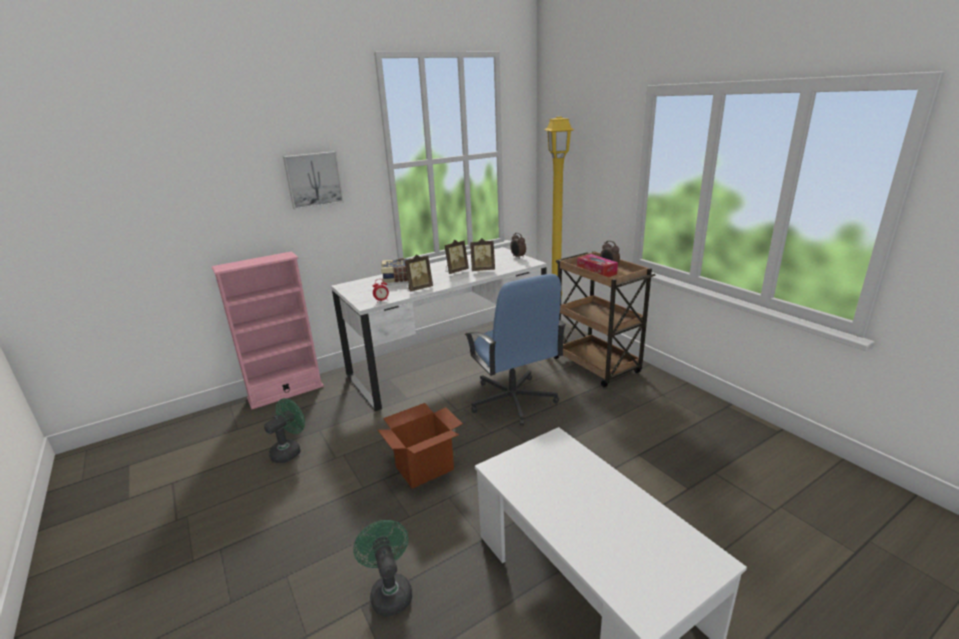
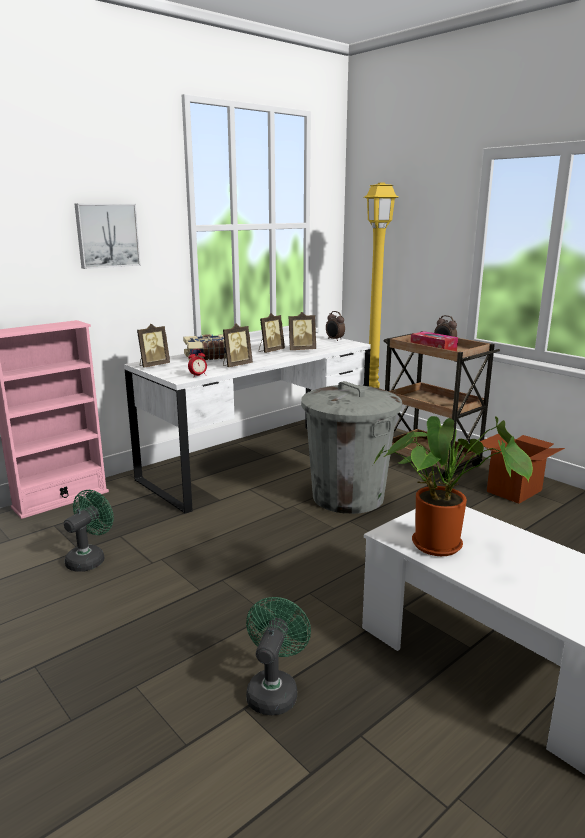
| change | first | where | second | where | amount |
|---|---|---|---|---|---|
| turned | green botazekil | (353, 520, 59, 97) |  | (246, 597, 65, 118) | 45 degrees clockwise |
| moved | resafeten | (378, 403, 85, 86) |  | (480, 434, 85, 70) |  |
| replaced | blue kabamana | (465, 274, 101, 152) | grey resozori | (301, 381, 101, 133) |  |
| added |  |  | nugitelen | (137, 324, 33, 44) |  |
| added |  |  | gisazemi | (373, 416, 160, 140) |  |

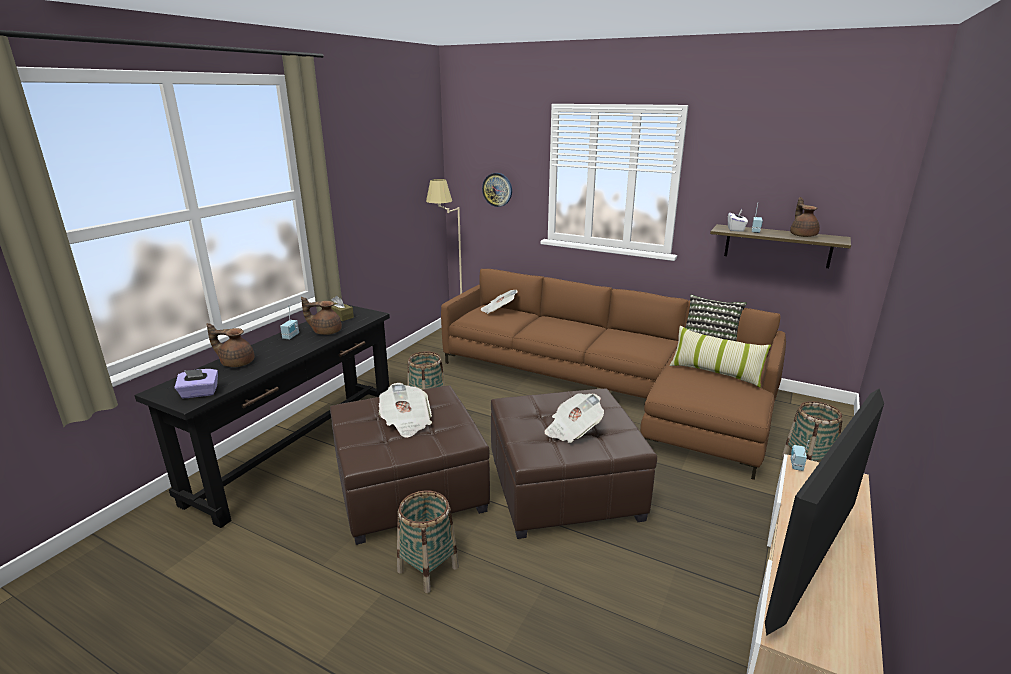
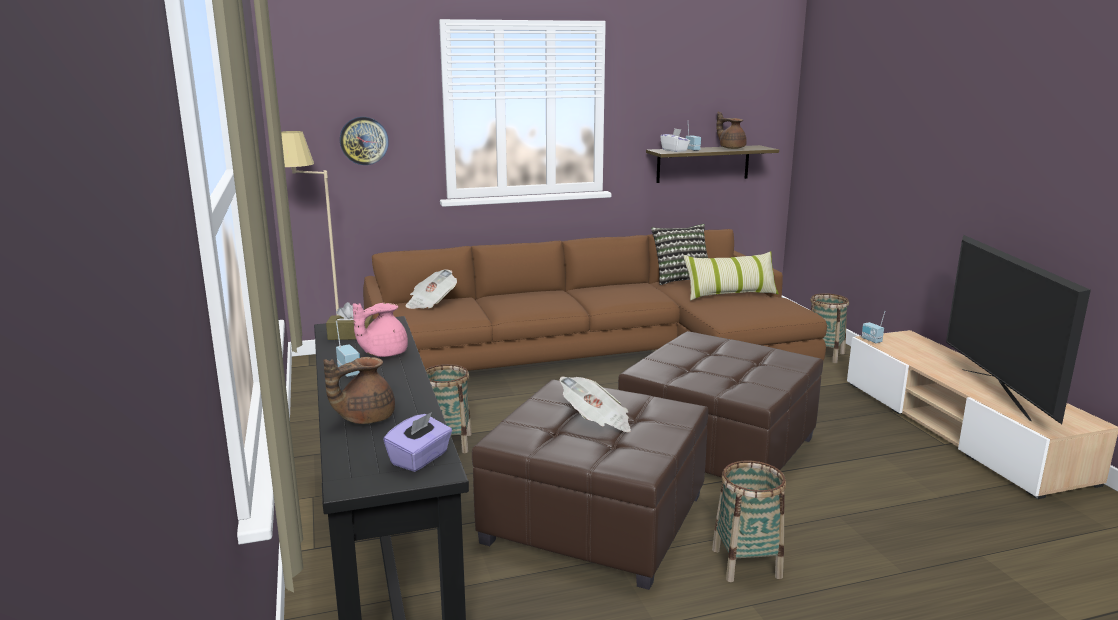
| change | first | where | second | where | amount |
|---|---|---|---|---|---|
| recoloured | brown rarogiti | (301, 297, 41, 38) | pink rarogiti | (353, 303, 55, 54) |  |
| removed | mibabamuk | (544, 393, 60, 50) |  |  |  |

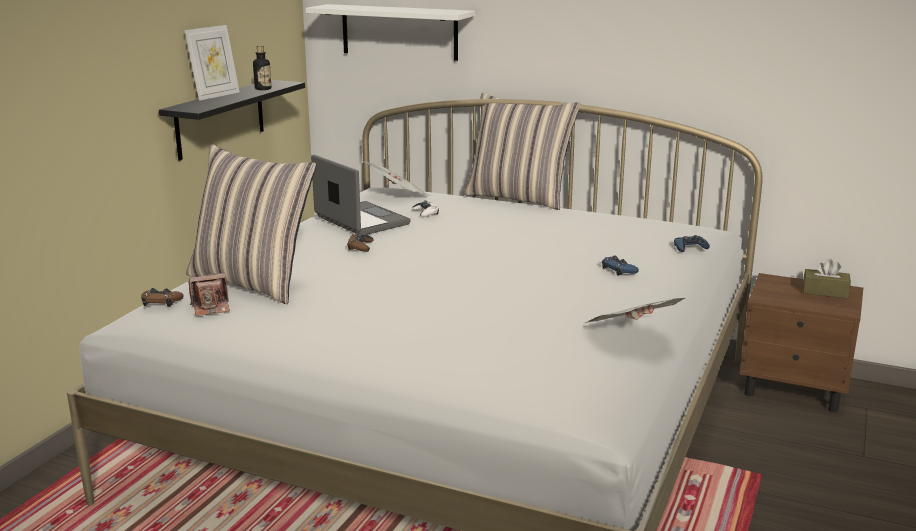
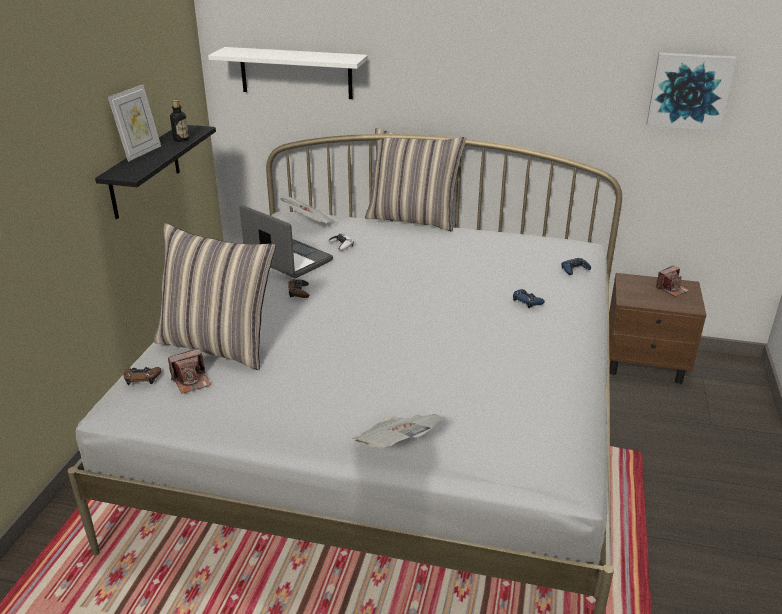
| change | first | where | second | where | amount |
|---|---|---|---|---|---|
| moved | mibabamuk | (585, 298, 101, 25) |  | (352, 414, 92, 33) |  |
| replaced | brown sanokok | (803, 259, 48, 40) | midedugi | (656, 266, 34, 31) |  |
| added |  |  | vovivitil | (647, 53, 90, 78) |  |

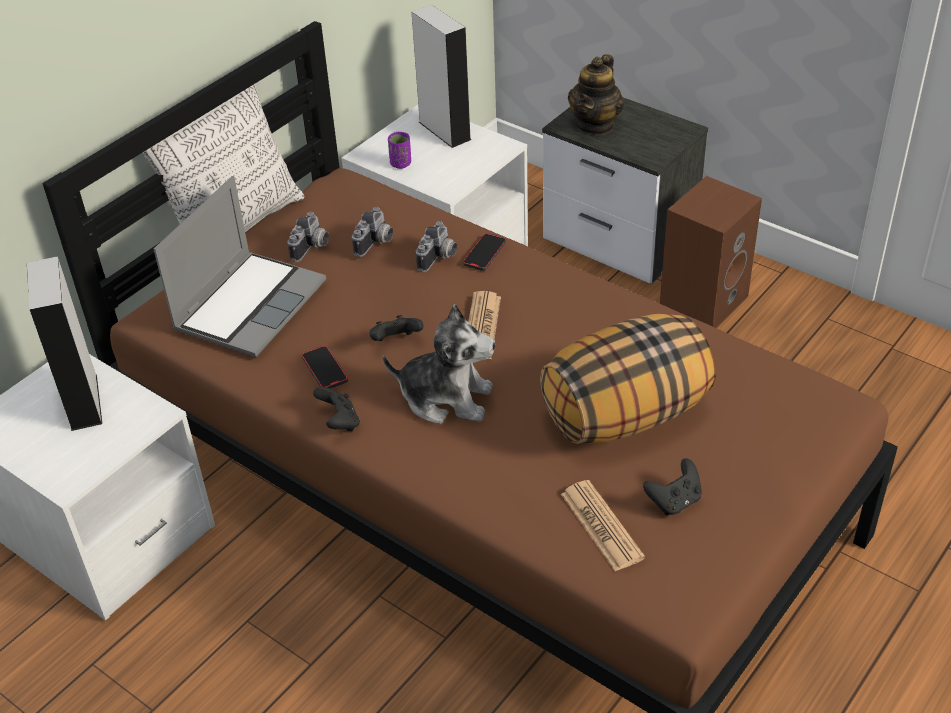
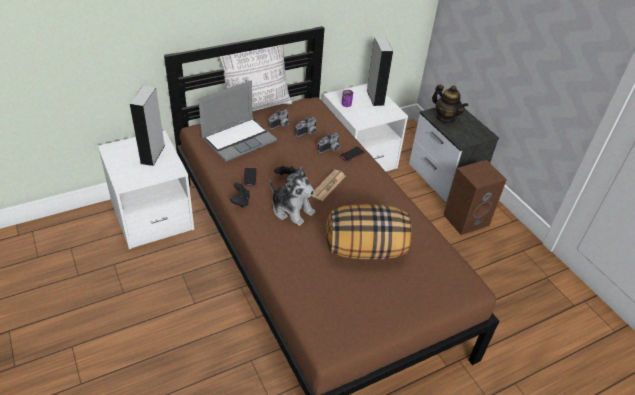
| change | first | where | second | where | amount |
|---|---|---|---|---|---|
| removed | mibabamuk | (561, 480, 84, 92) |  |  |  |
| turned | rarogiti | (568, 54, 56, 81) |  | (432, 85, 36, 38) | 90 degrees counterclockwise |
| removed | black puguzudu | (643, 459, 59, 56) |  |  |  |

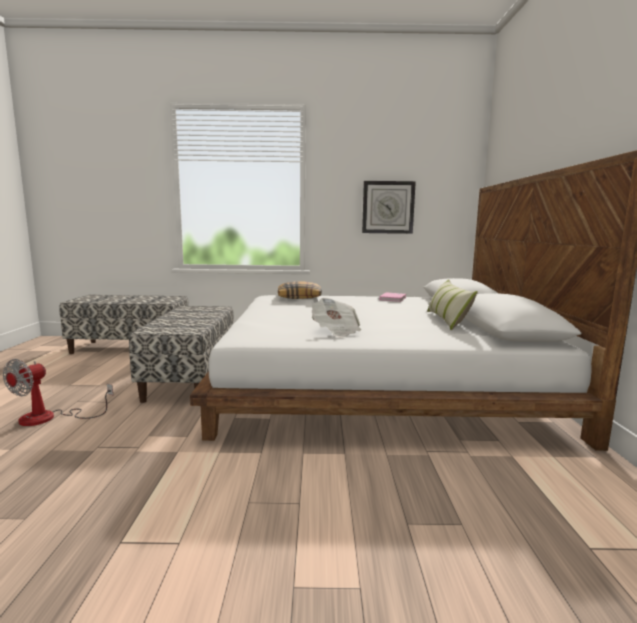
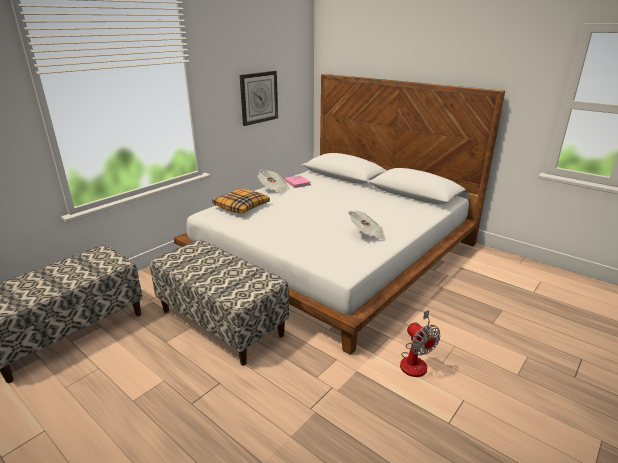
| change | first | where | second | where | amount |
|---|---|---|---|---|---|
| moved | botazekil | (3, 359, 110, 67) |  | (400, 310, 40, 67) |  |
| removed | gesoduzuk | (427, 279, 51, 51) |  |  |  |
| added |  |  | mibabamuk | (258, 170, 31, 24) |  |

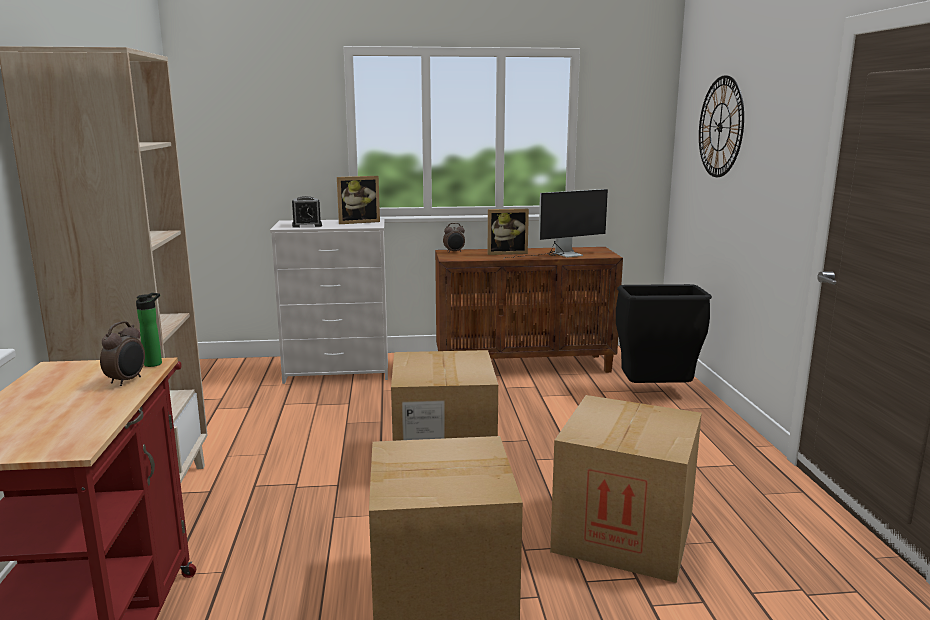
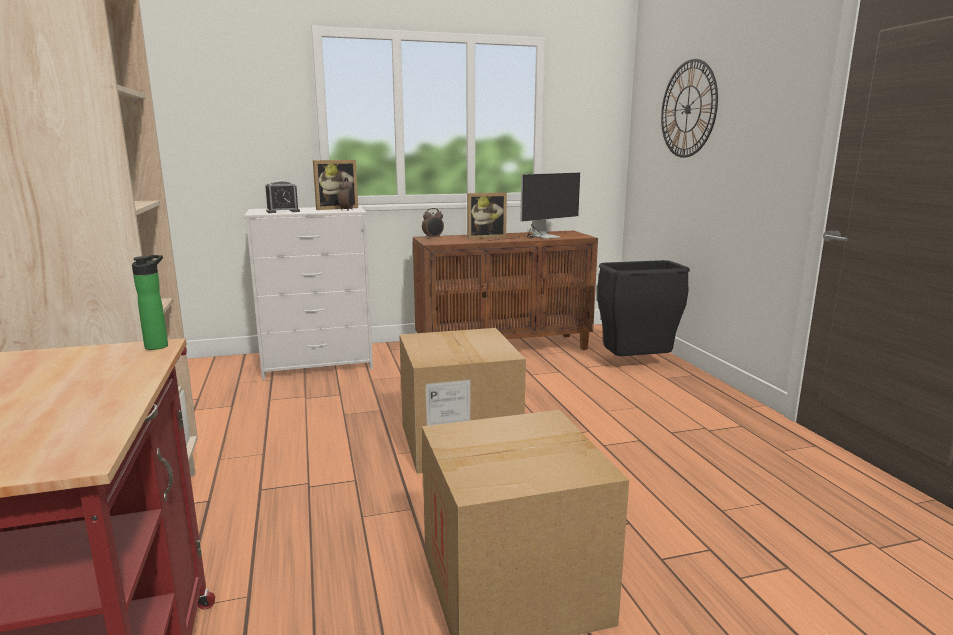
| change | first | where | second | where | amount |
|---|---|---|---|---|---|
| moved | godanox | (100, 321, 45, 65) |  | (338, 177, 16, 34) |  |
| removed | resafeten | (550, 395, 152, 188) |  |  |  |

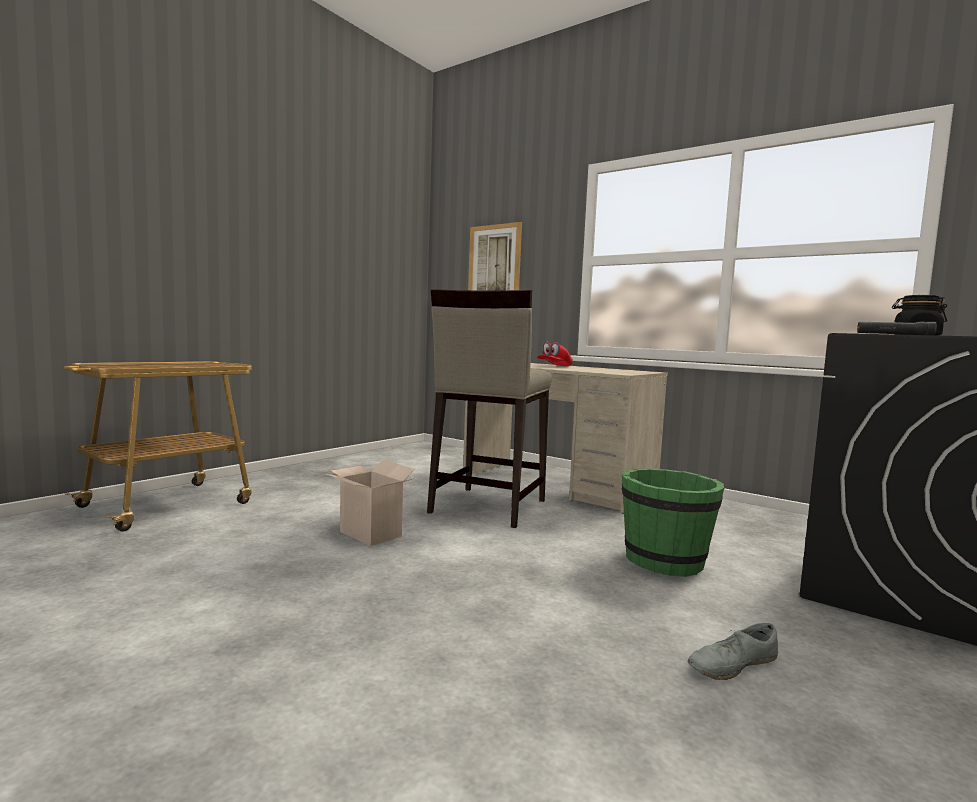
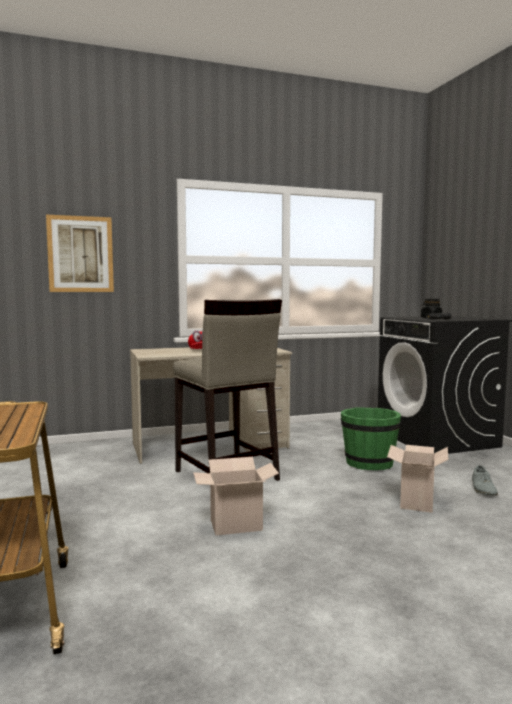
| change | first | where | second | where | amount |
|---|---|---|---|---|---|
| added |  |  | resafeten | (387, 445, 62, 68) |  |

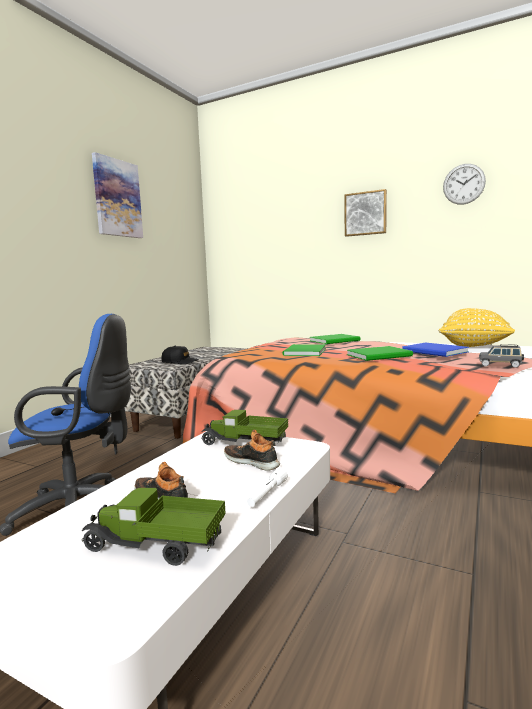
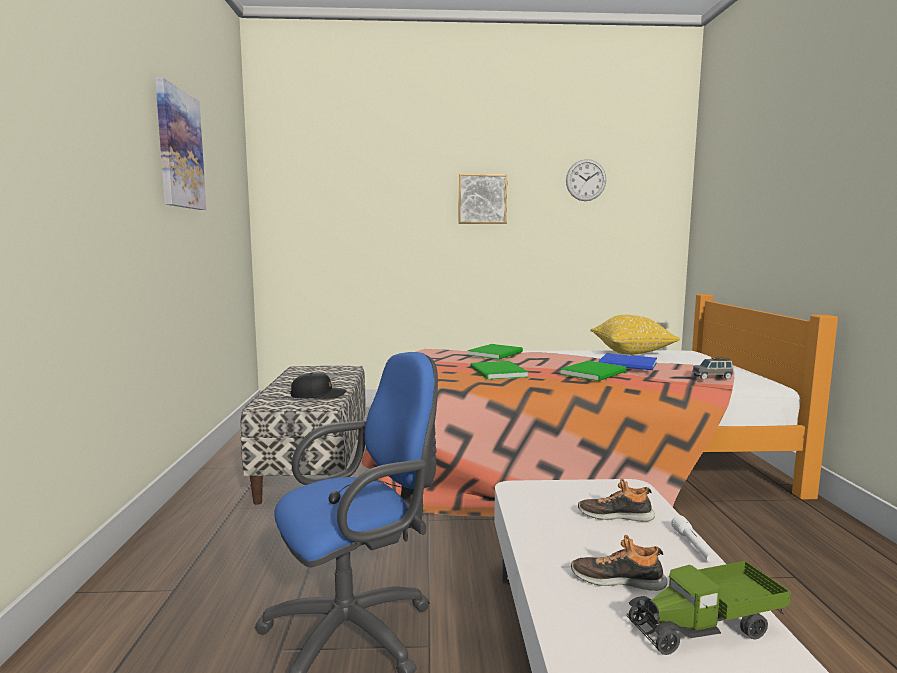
| change | first | where | second | where | amount |
|---|---|---|---|---|---|
| removed | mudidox | (201, 410, 87, 35) |  |  |  |

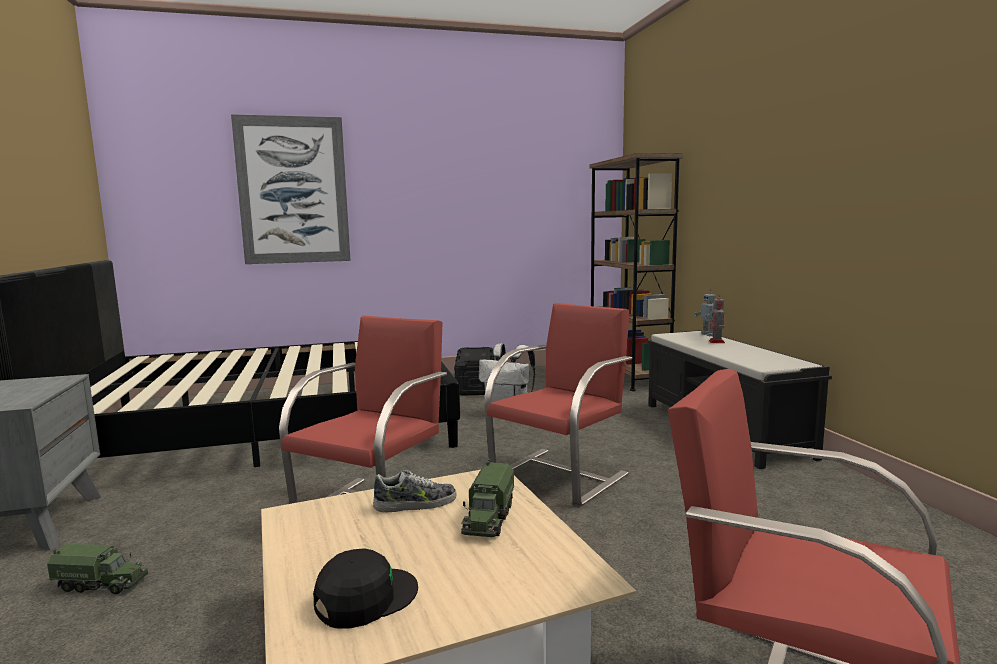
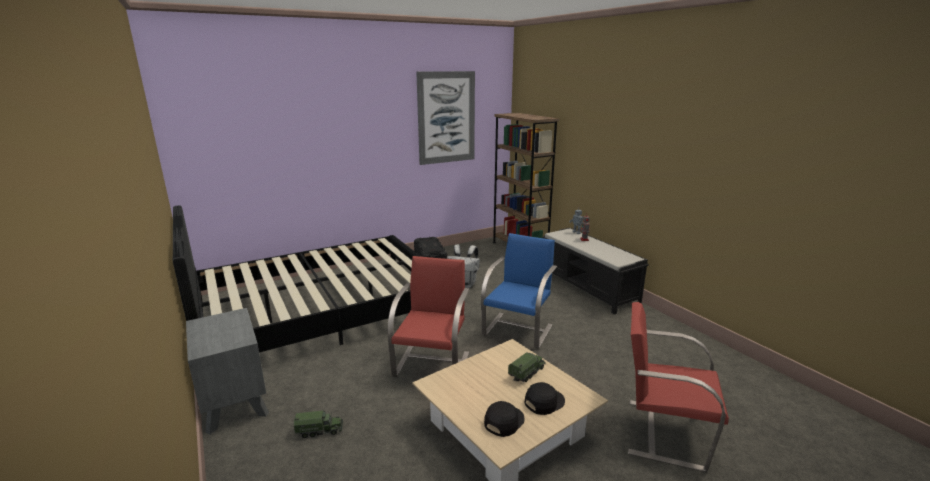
| change | first | where | second | where | amount |
|---|---|---|---|---|---|
| moved | vovivitil | (231, 114, 120, 150) |  | (416, 71, 59, 94) |  |
| removed | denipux | (373, 470, 84, 43) |  |  |  |
| turned | mudidox | (461, 458, 54, 79) |  | (508, 352, 38, 30) | 135 degrees counterclockwise |
| recoloured | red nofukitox | (485, 303, 147, 203) | blue nofukitox | (481, 233, 76, 116) |  |
| added |  |  | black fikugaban | (524, 382, 41, 33) |  |

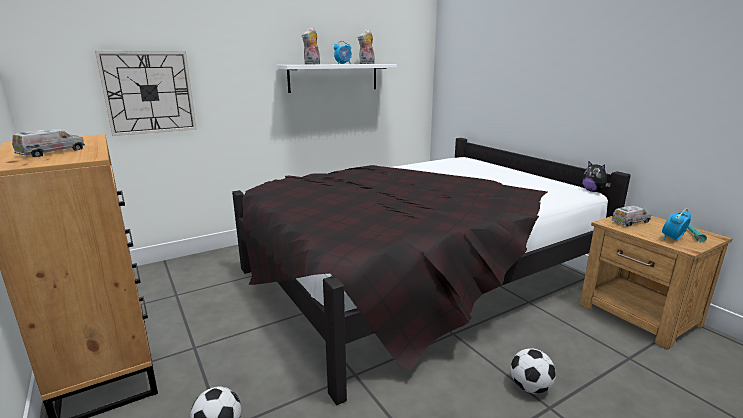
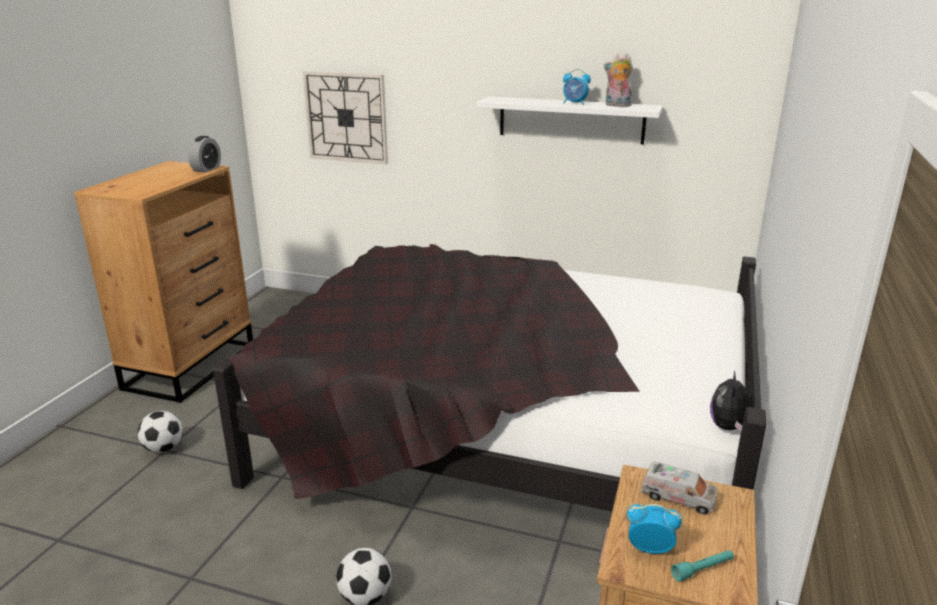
| change | first | where | second | where | amount |
|---|---|---|---|---|---|
| removed | mudidox | (12, 129, 73, 28) |  |  |  |
| removed | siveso | (302, 27, 18, 38) |  |  |  |
| added |  |  | godanox | (188, 136, 33, 36) |  |

